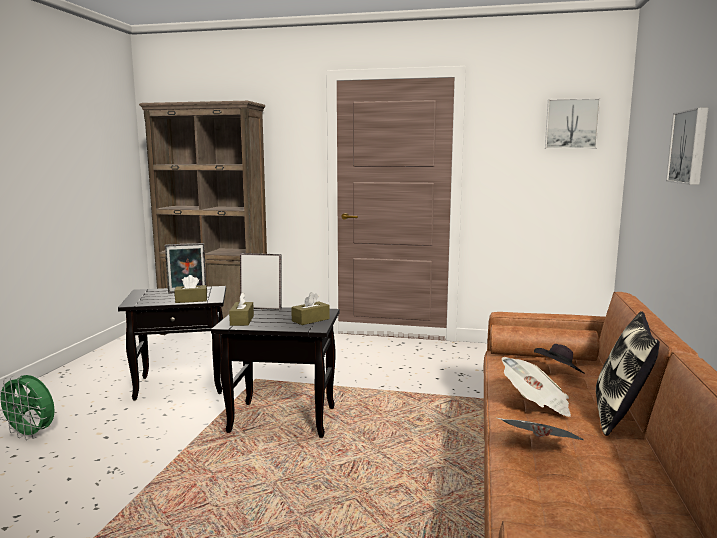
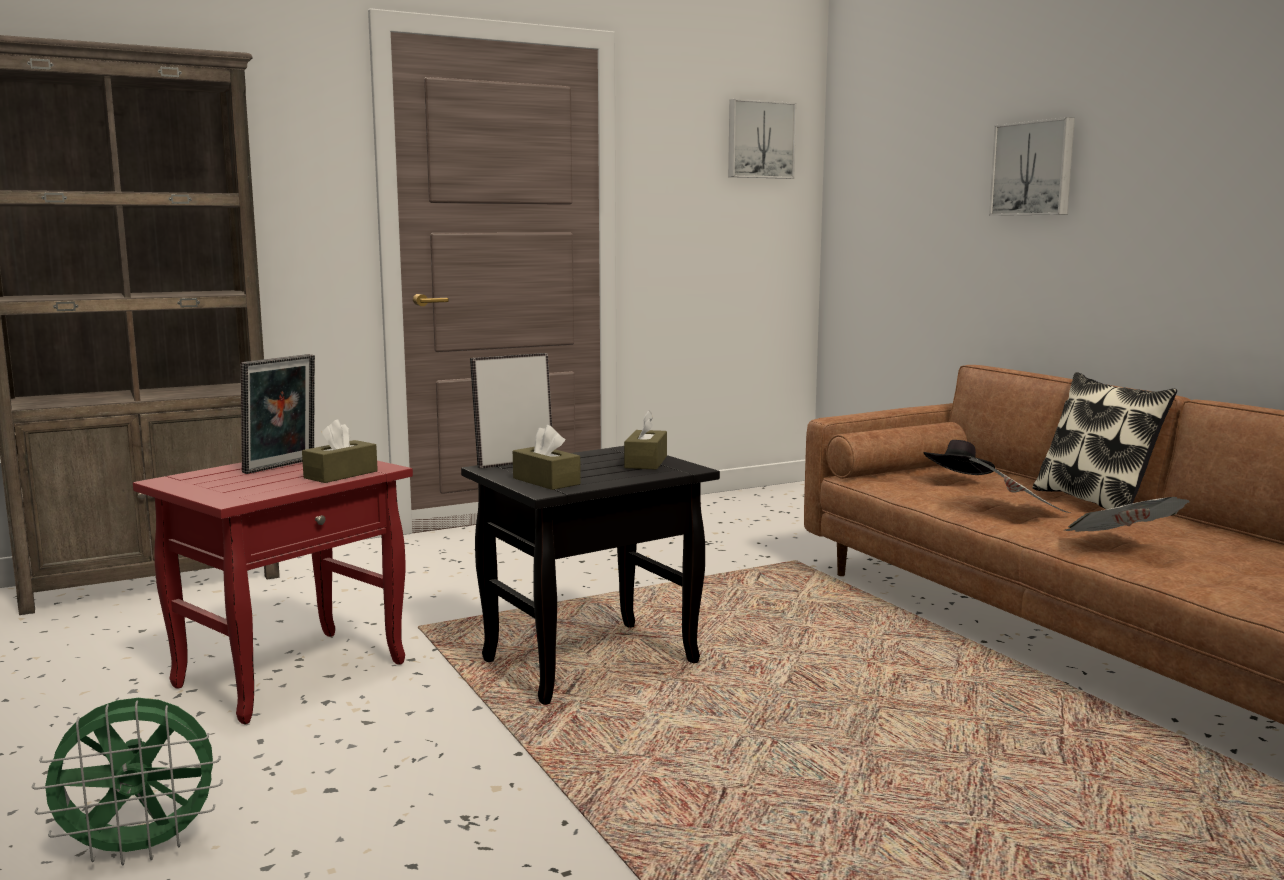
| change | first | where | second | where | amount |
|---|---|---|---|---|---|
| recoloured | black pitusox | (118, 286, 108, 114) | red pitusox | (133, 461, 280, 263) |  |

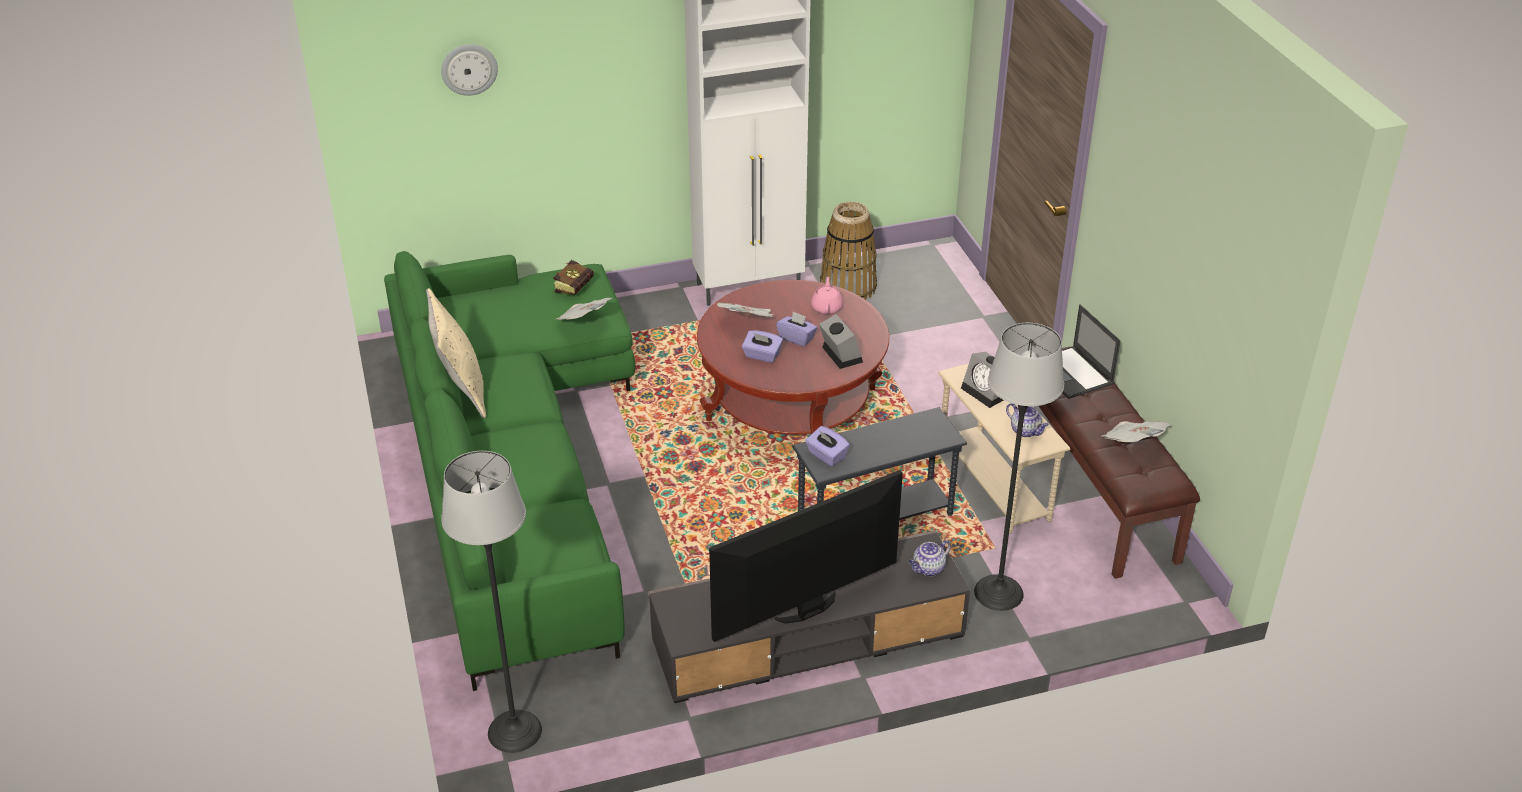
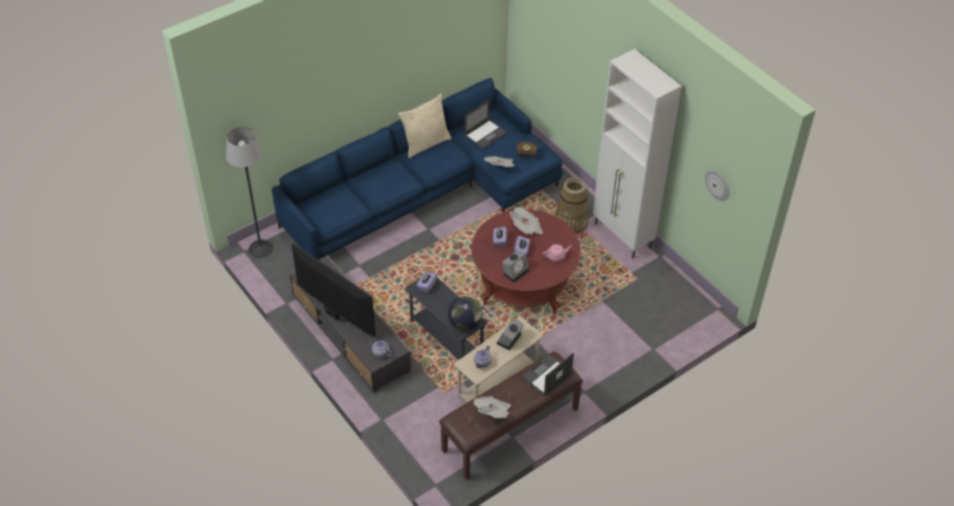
| change | first | where | second | where | amount |
|---|---|---|---|---|---|
| recoloured | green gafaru | (384, 251, 252, 440) | blue gafaru | (272, 78, 291, 182) |  |
| moved | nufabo | (441, 44, 57, 52) |  | (705, 170, 24, 31) |  |
| moved | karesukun | (820, 202, 57, 98) |  | (555, 177, 34, 57) |  |
| removed | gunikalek | (974, 323, 90, 288) |  |  |  |
| added |  |  | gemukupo | (448, 296, 34, 35) |  |
| added |  |  | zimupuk | (464, 100, 43, 49) |  |

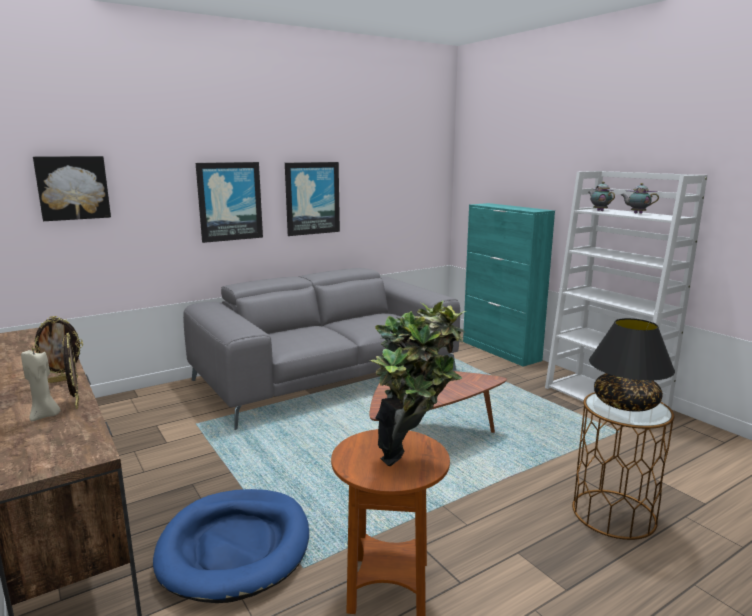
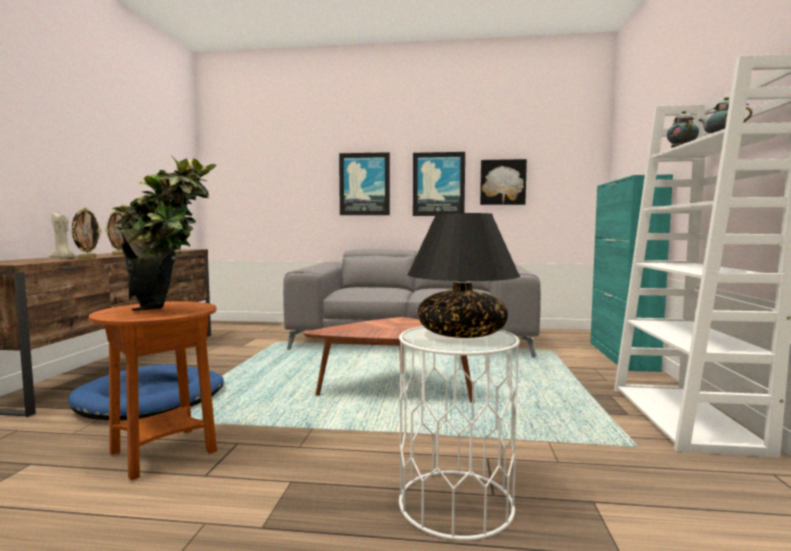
| change | first | where | second | where | amount |
|---|---|---|---|---|---|
| moved | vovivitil | (33, 156, 78, 65) |  | (480, 159, 47, 46) |  |
| recoloured | brown pitusox | (572, 392, 102, 148) | white pitusox | (399, 326, 121, 214) |  |

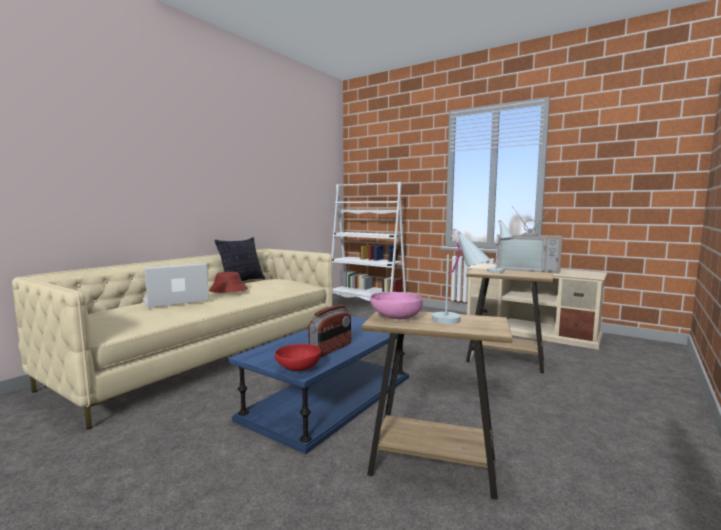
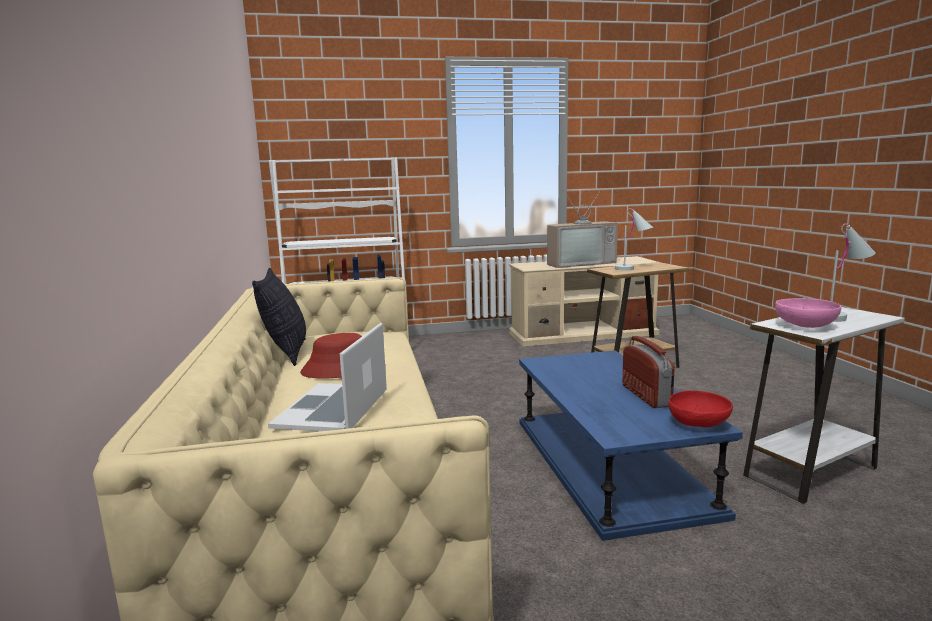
| change | first | where | second | where | amount |
|---|---|---|---|---|---|
| recoloured | brown pitusox | (362, 311, 150, 189) | white pitusox | (743, 307, 162, 197) |  |

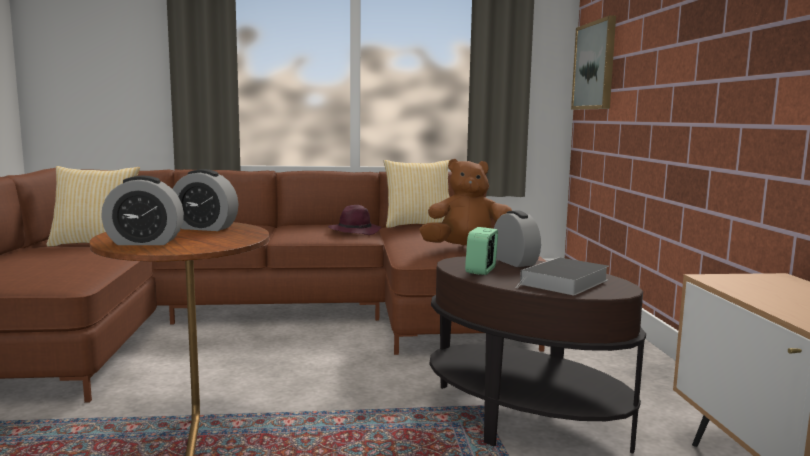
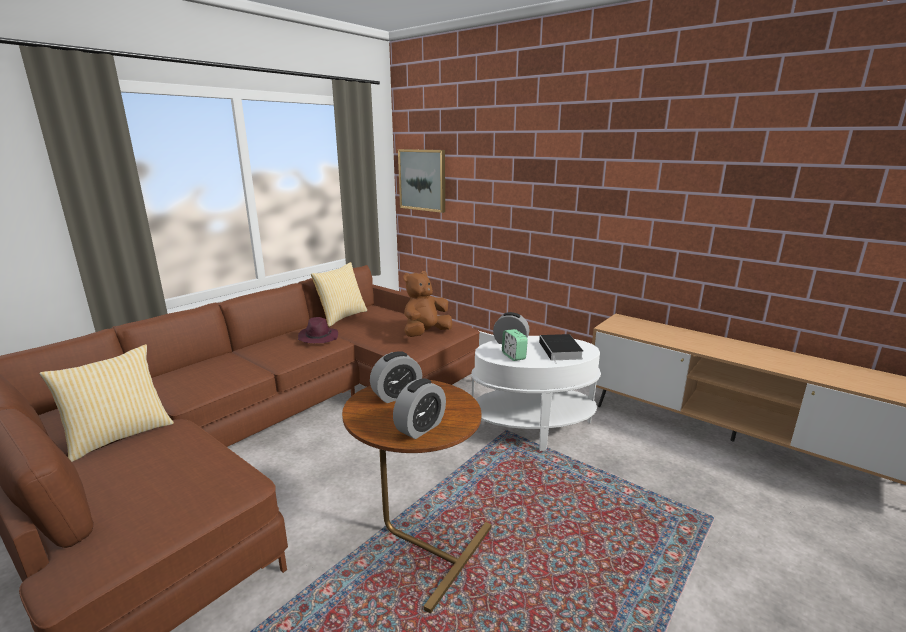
| change | first | where | second | where | amount |
|---|---|---|---|---|---|
| recoloured | brown pitusox | (430, 256, 216, 197) | white pitusox | (471, 336, 130, 115) |  |

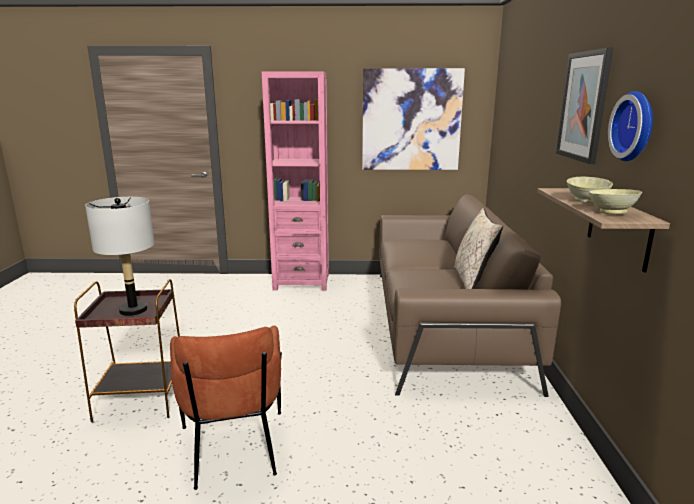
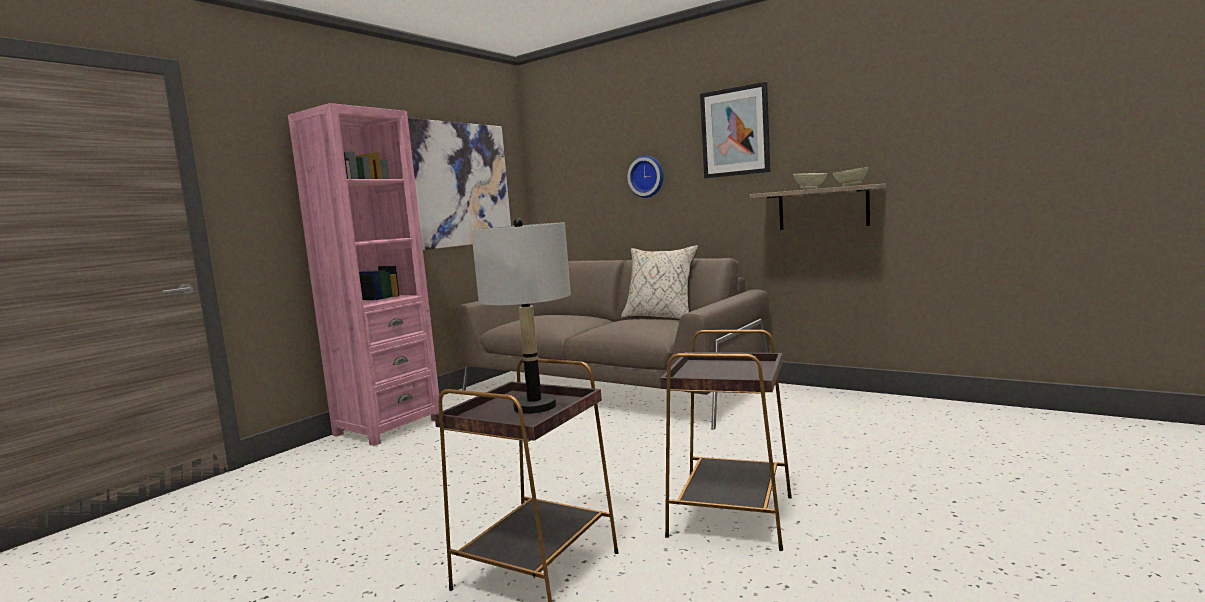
| change | first | where | second | where | amount |
|---|---|---|---|---|---|
| replaced | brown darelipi | (170, 326, 112, 164) | brown pitusox | (660, 330, 132, 221) |  |
| moved | nufabo | (608, 91, 45, 70) |  | (627, 155, 37, 43) |  |

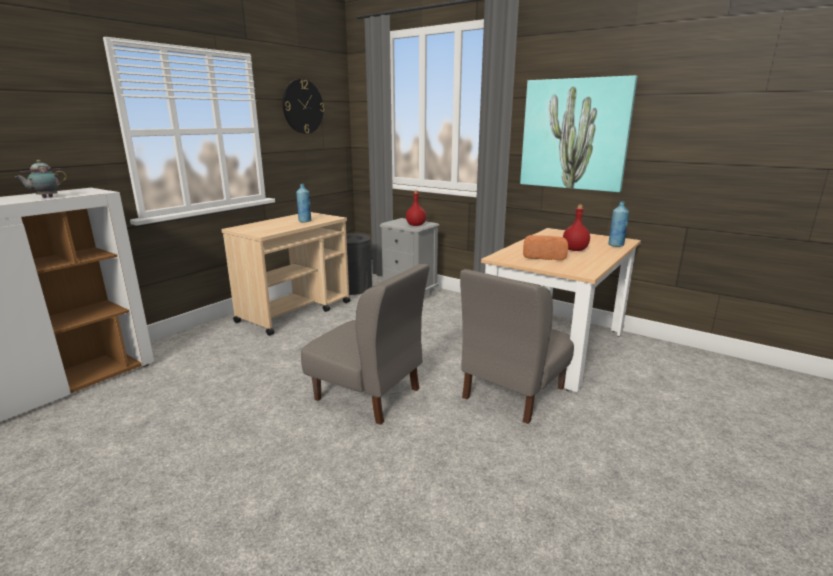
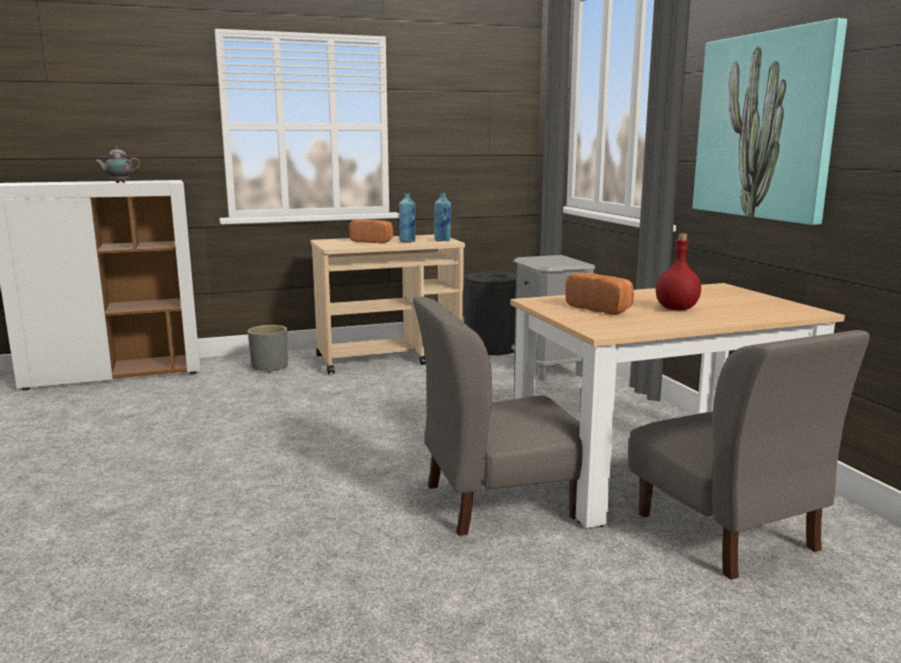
| change | first | where | second | where | amount |
|---|---|---|---|---|---|
| removed | nufabo | (282, 79, 42, 55) |  |  |  |
| moved | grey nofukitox | (301, 264, 128, 161) |  | (628, 330, 242, 250) |  |
| removed | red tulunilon | (406, 190, 20, 36) |  |  |  |
| moved | blue tulunilon | (608, 201, 21, 46) |  | (434, 193, 17, 48) |  |
| added |  |  | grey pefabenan | (248, 325, 40, 48) |  |
| added |  |  | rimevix | (349, 219, 44, 25) |  |

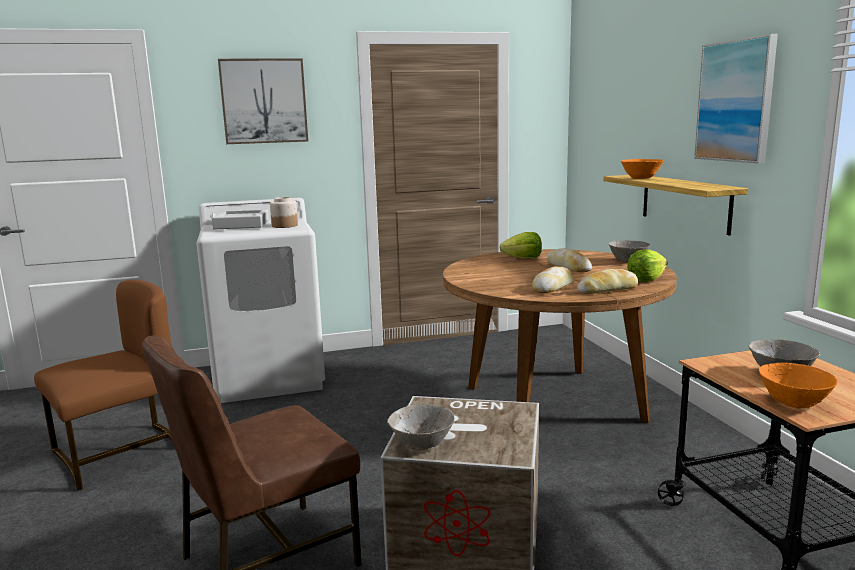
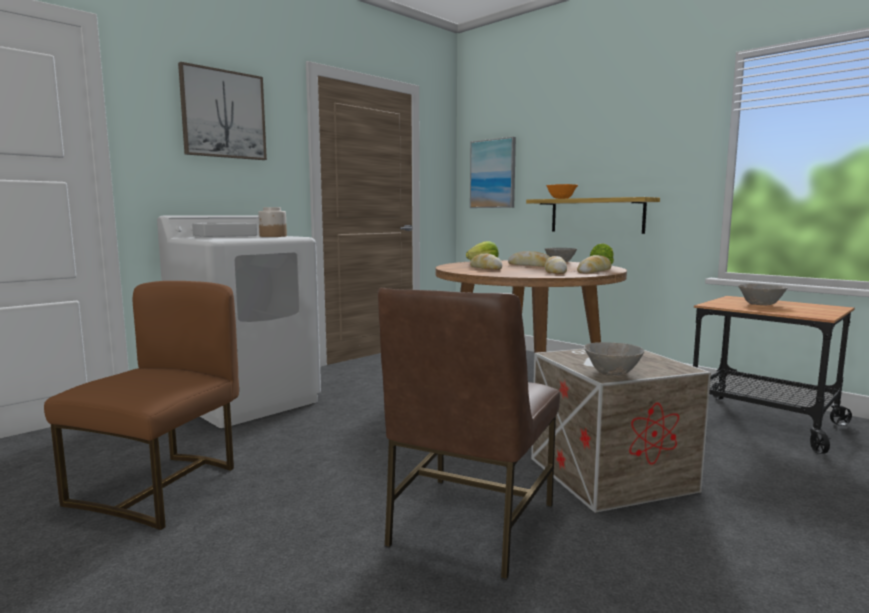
| change | first | where | second | where | amount |
|---|---|---|---|---|---|
| moved | vovivitil | (694, 34, 84, 129) |  | (470, 137, 46, 71) |  |
| removed | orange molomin | (759, 363, 78, 45) |  |  |  |
| added |  |  | rimevix | (470, 253, 32, 17) |  |

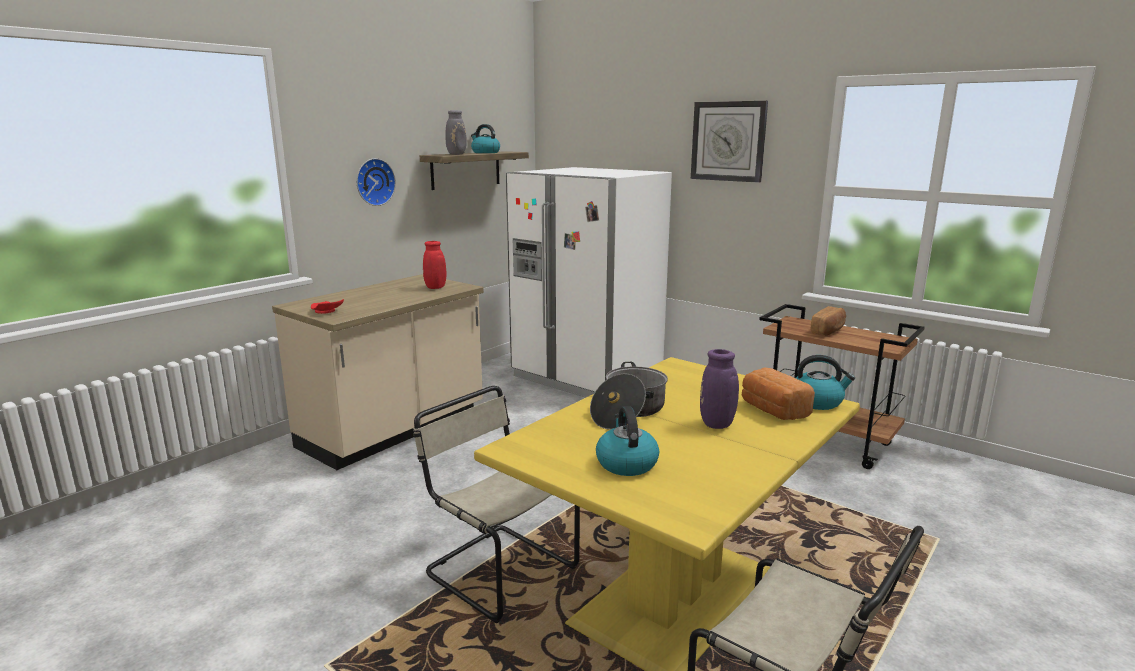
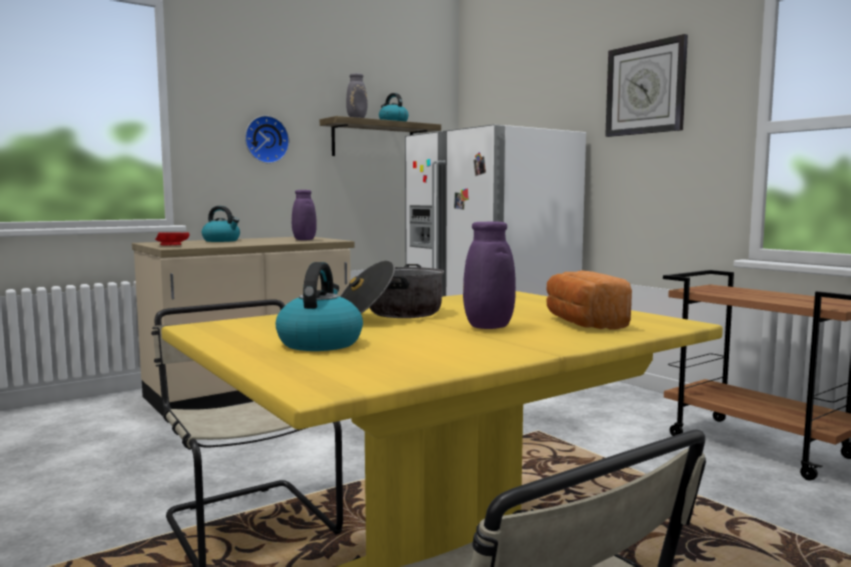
| change | first | where | second | where | amount |
|---|---|---|---|---|---|
| recoloured | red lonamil | (423, 241, 23, 48) | purple lonamil | (291, 190, 26, 50) |  |
| moved | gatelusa | (796, 355, 59, 55) |  | (202, 206, 38, 36) |  |
| removed | rimevix | (811, 306, 35, 30) |  |  |  |

